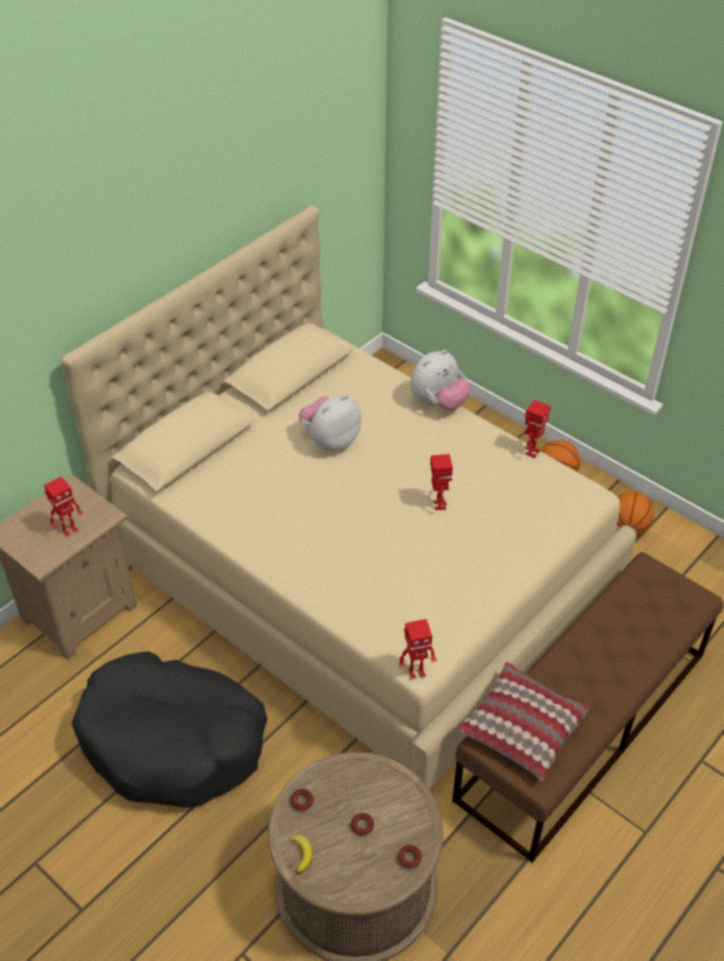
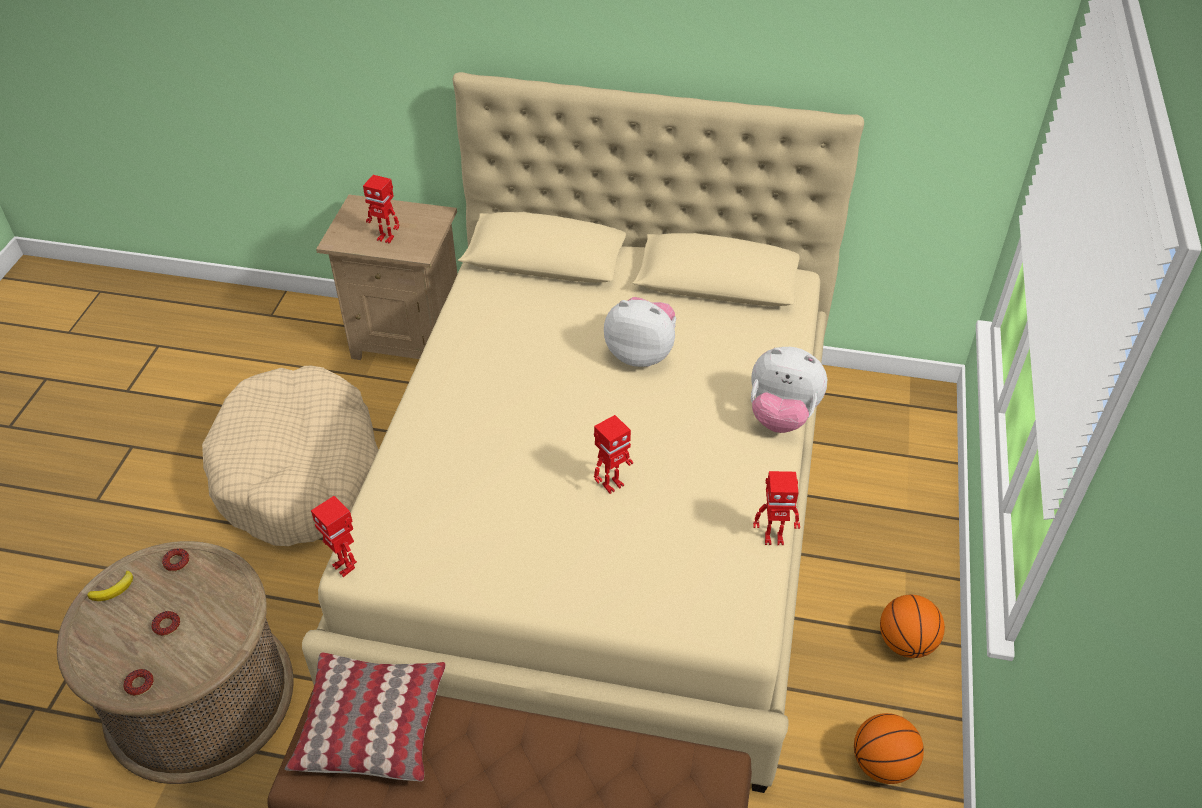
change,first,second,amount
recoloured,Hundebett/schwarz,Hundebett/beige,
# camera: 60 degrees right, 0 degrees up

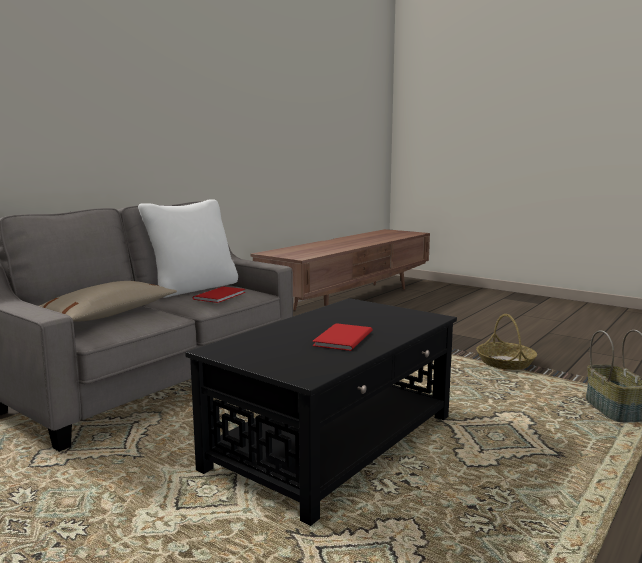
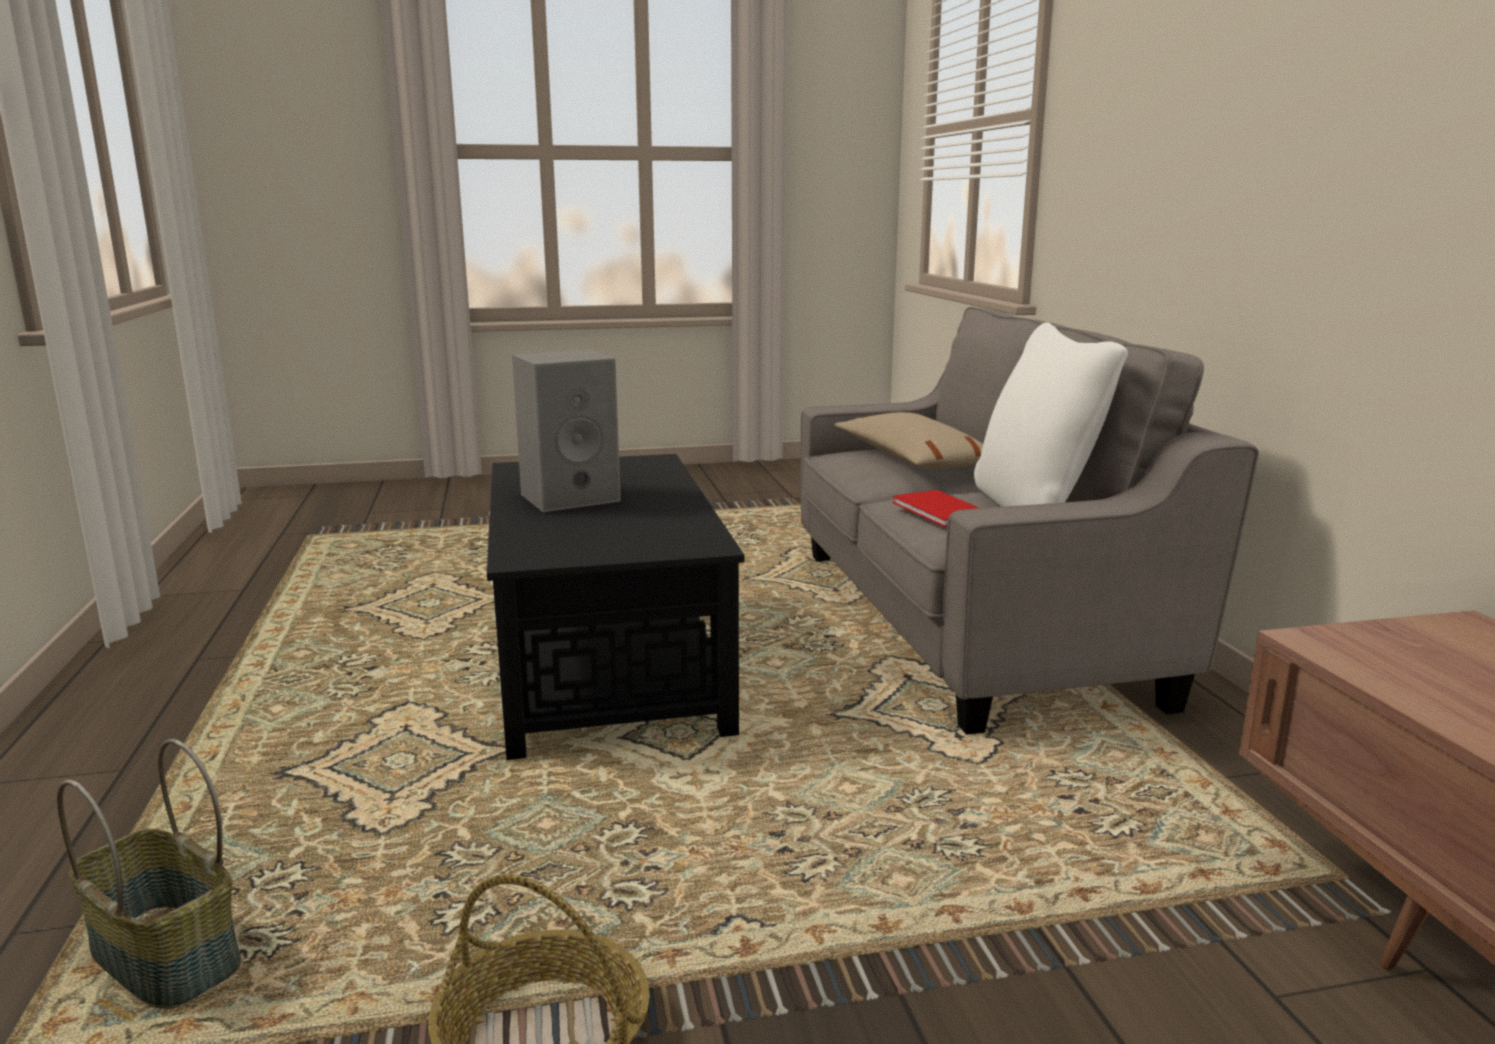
change,first,second,amount
replaced,Buch/rot (2nd from left),Lautsprecher/grau,
# camera: 130 degrees right, 5 degrees up

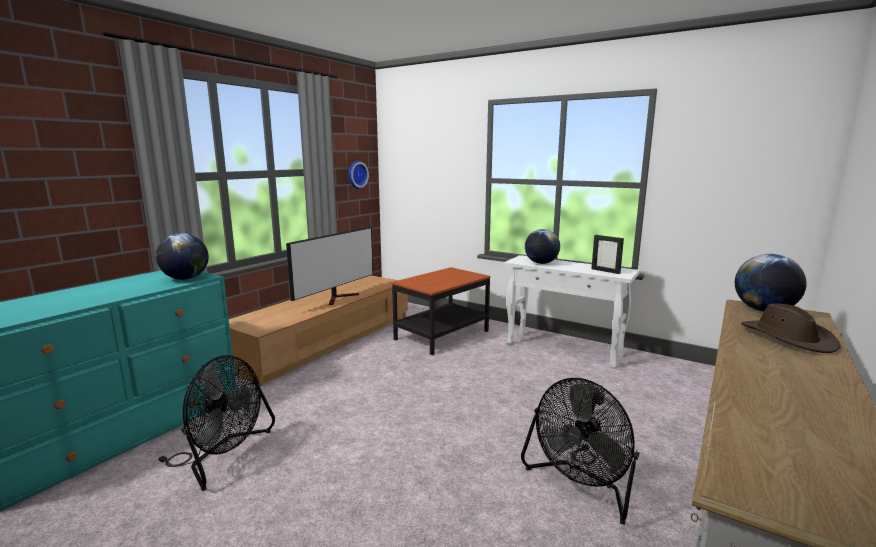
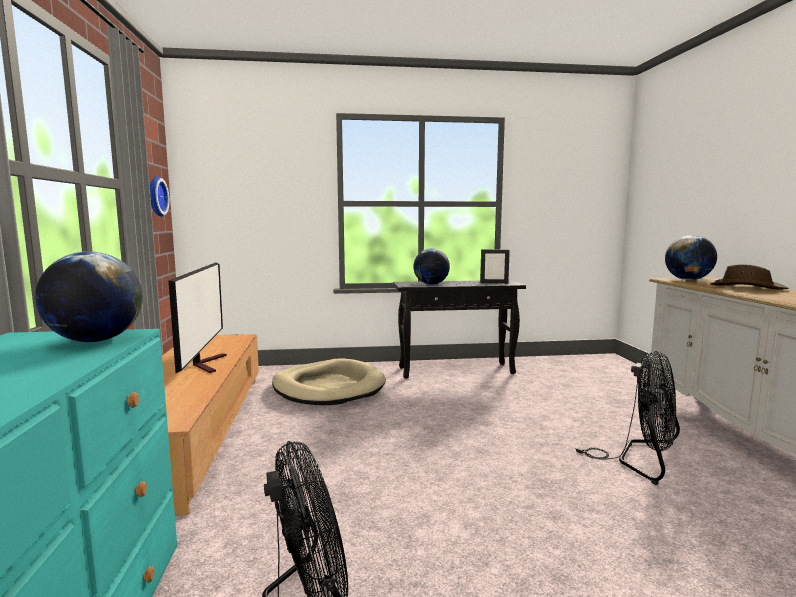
change,first,second,amount
replaced,Beistelltisch,Hundebett/beige,
recoloured,Konsolentisch/weiß,Konsolentisch/schwarz,
turned,Ventilator/schwarz (2nd from left),,60 degrees counterclockwise
# camera: 40 degrees left, 5 degrees down

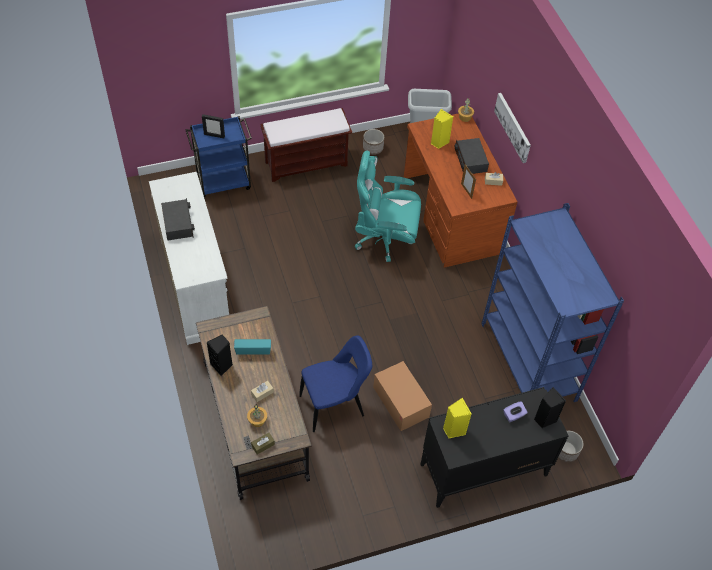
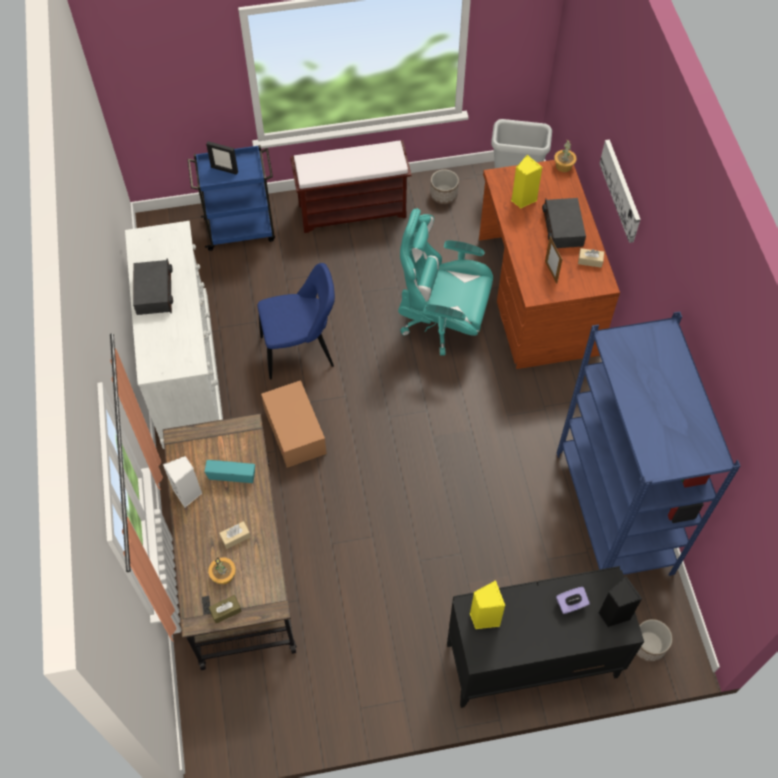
change,first,second,amount
moved,Stuhl/blau,,
moved,Karton,,
recoloured,Lautsprecher/schwarz (1st from left),Lautsprecher/weiß,
# camera: 10 degrees right, 5 degrees up

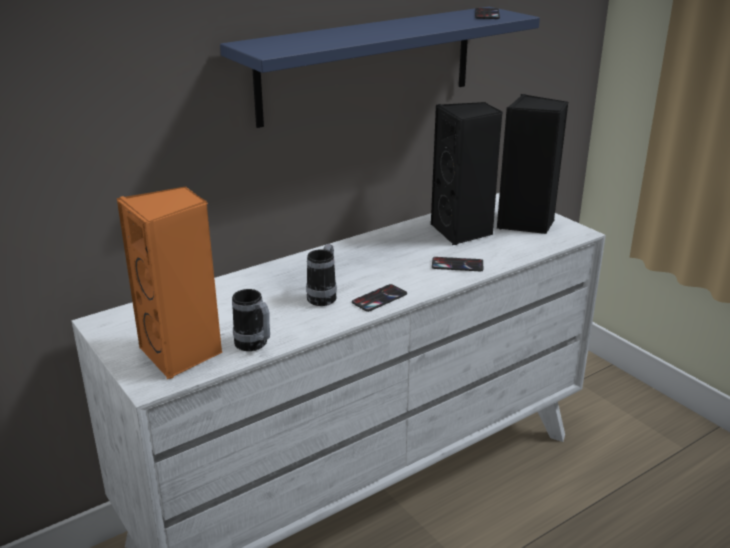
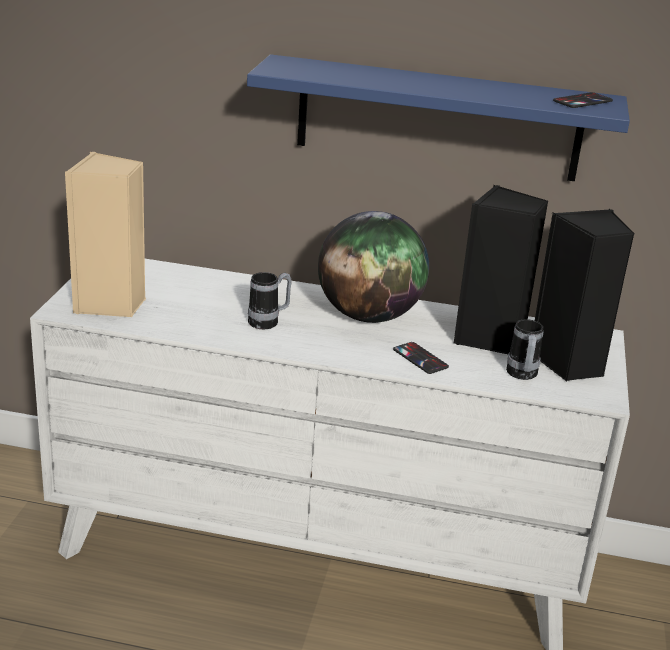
change,first,second,amount
removed,Handy (1st from left),,
added,,Globus,
moved,Henkelbecher (1st from left in the first image),Henkelbecher (2nd from left),
recoloured,Lautsprecher/orange,Lautsprecher/beige,
# camera: 45 degrees right, 0 degrees up

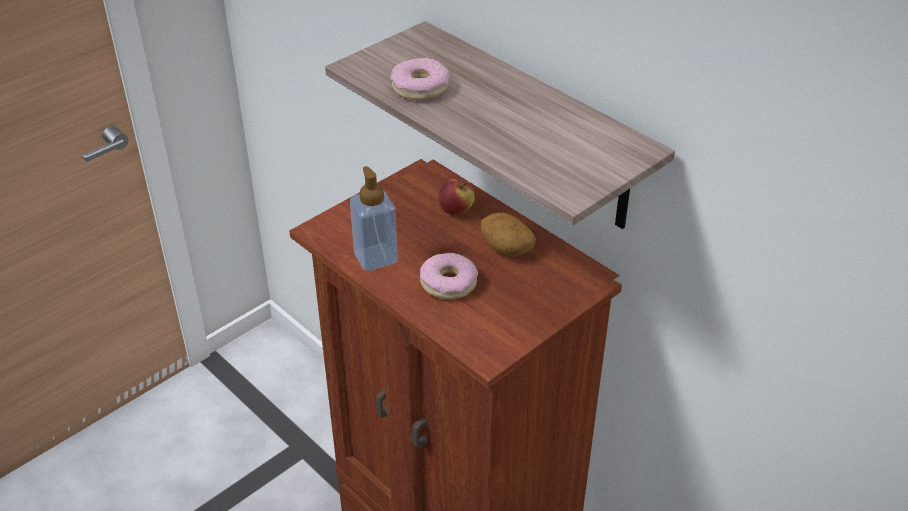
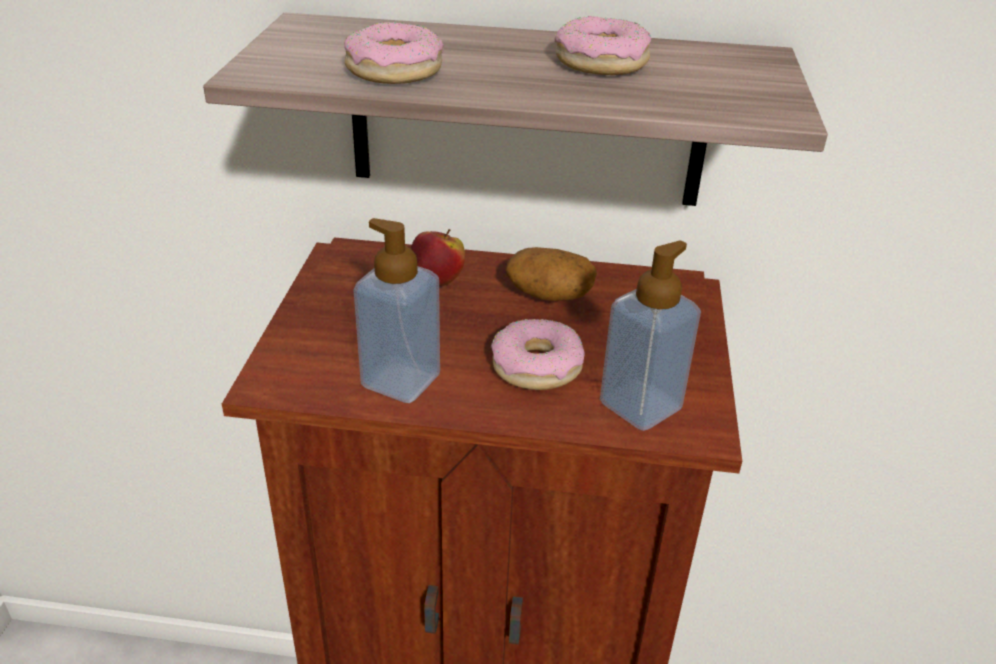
change,first,second,amount
added,,Donut (3rd from left),
added,,Seifenspender (2nd from left),
# camera: 40 degrees left, 5 degrees down

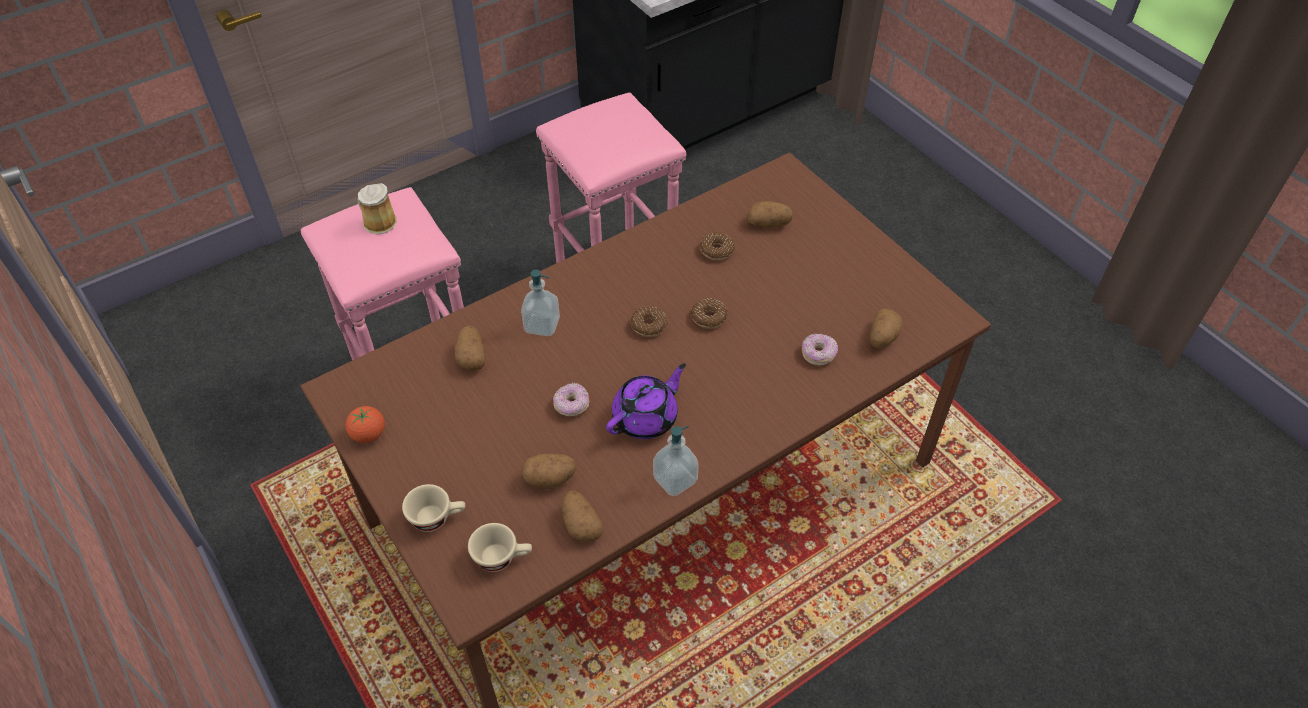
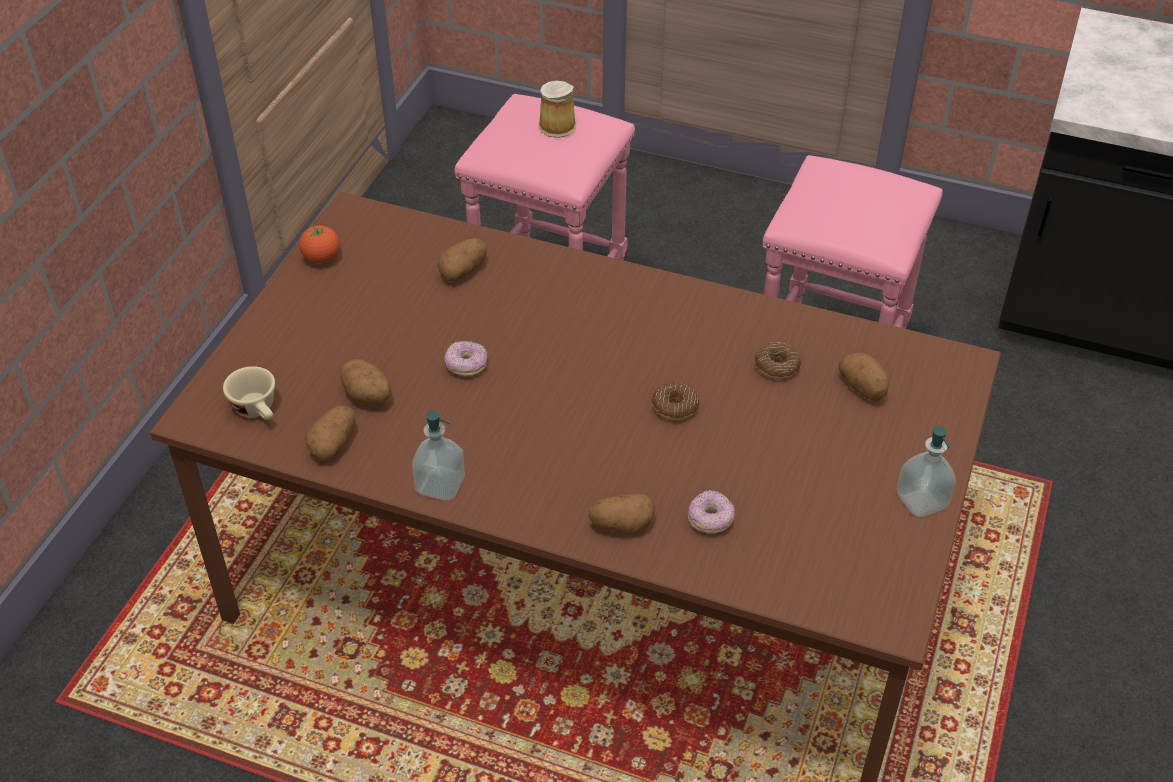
change,first,second,amount
removed,Tasse/beige (1st from left),,
removed,Teekanne/lila,,
removed,Donut (2nd from left),,
moved,Seifenspender (1st from left in the first image),Seifenspender (2nd from left),
moved,Kartoffel (5th from left in the first image),Kartoffel (4th from left),
# camera: 55 degrees right, 5 degrees down

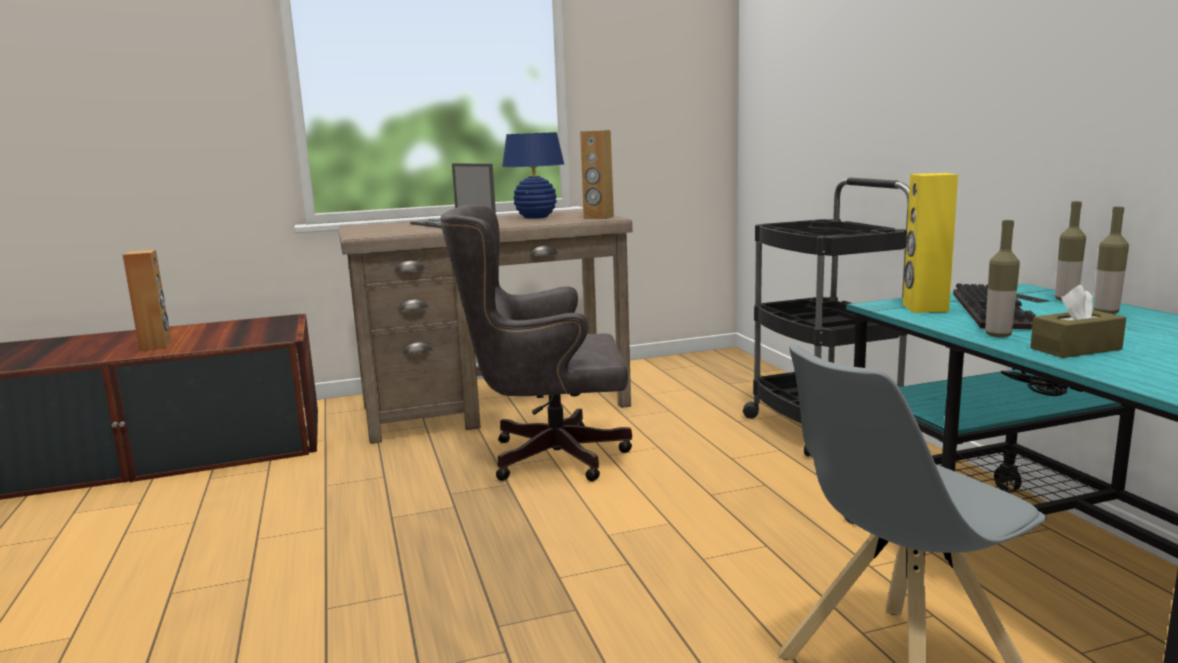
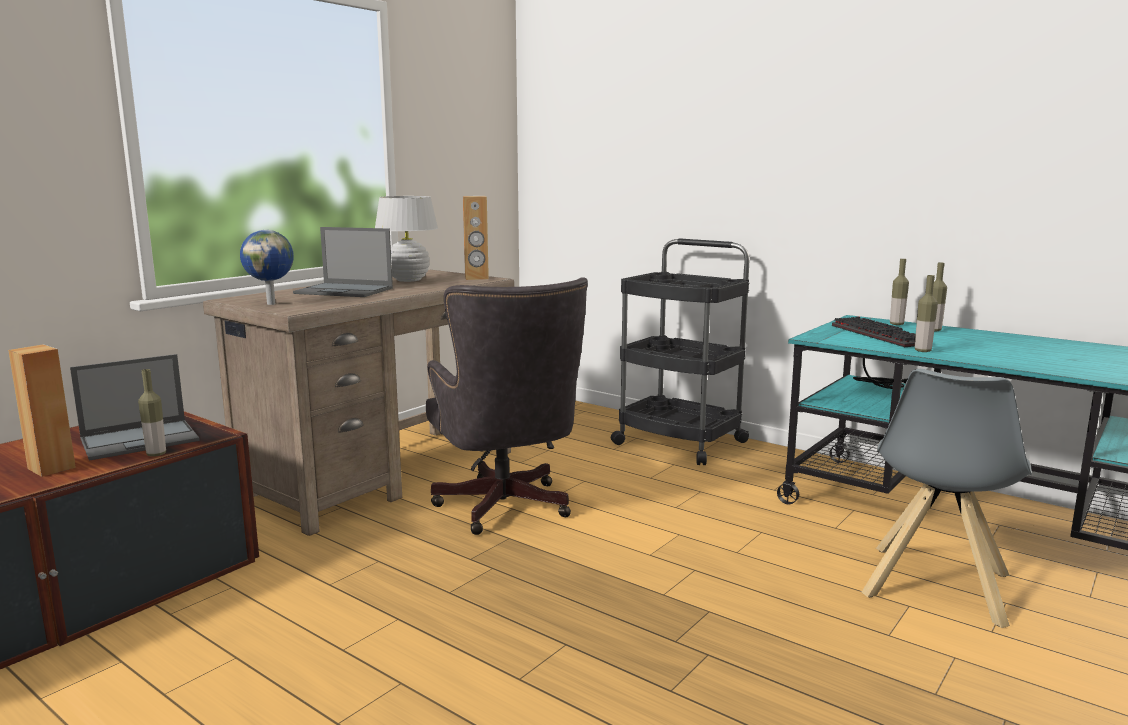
change,first,second,amount
removed,Lautsprecher/gelb,,
removed,Taschentuchbox/braun,,
added,,Laptop (1st from left),
added,,Flasche (1st from left),
added,,Globus,
recoloured,Tischlampe/blau,Tischlampe/weiß,
turned,Bürostuhl/grau,,75 degrees counterclockwise
# camera: 35 degrees left, 0 degrees up

